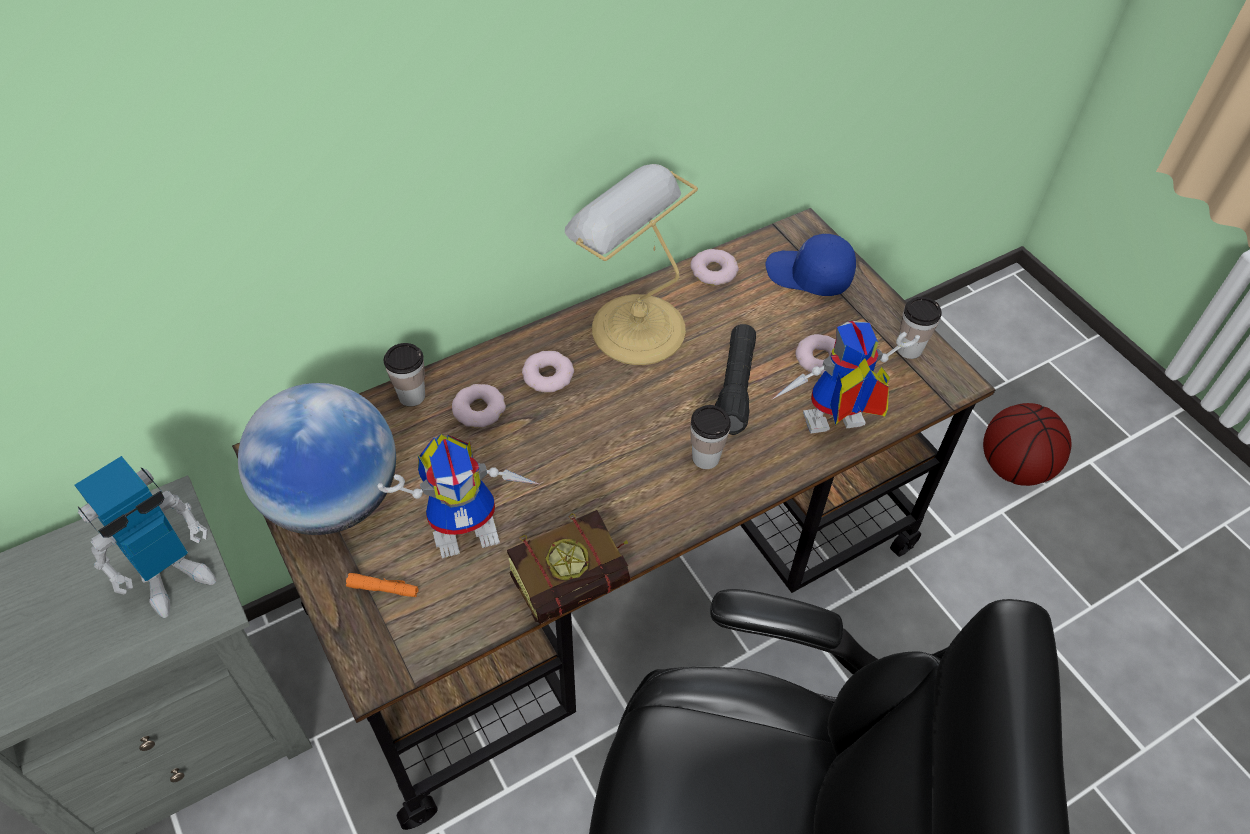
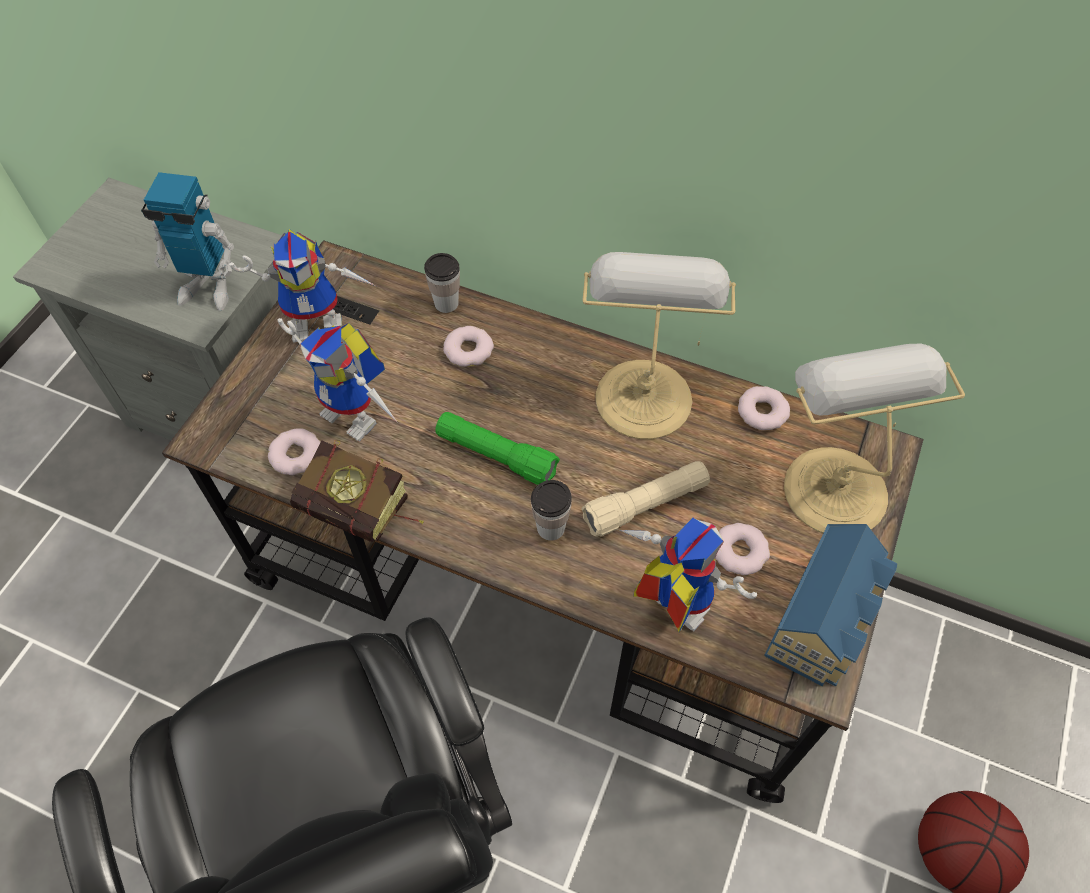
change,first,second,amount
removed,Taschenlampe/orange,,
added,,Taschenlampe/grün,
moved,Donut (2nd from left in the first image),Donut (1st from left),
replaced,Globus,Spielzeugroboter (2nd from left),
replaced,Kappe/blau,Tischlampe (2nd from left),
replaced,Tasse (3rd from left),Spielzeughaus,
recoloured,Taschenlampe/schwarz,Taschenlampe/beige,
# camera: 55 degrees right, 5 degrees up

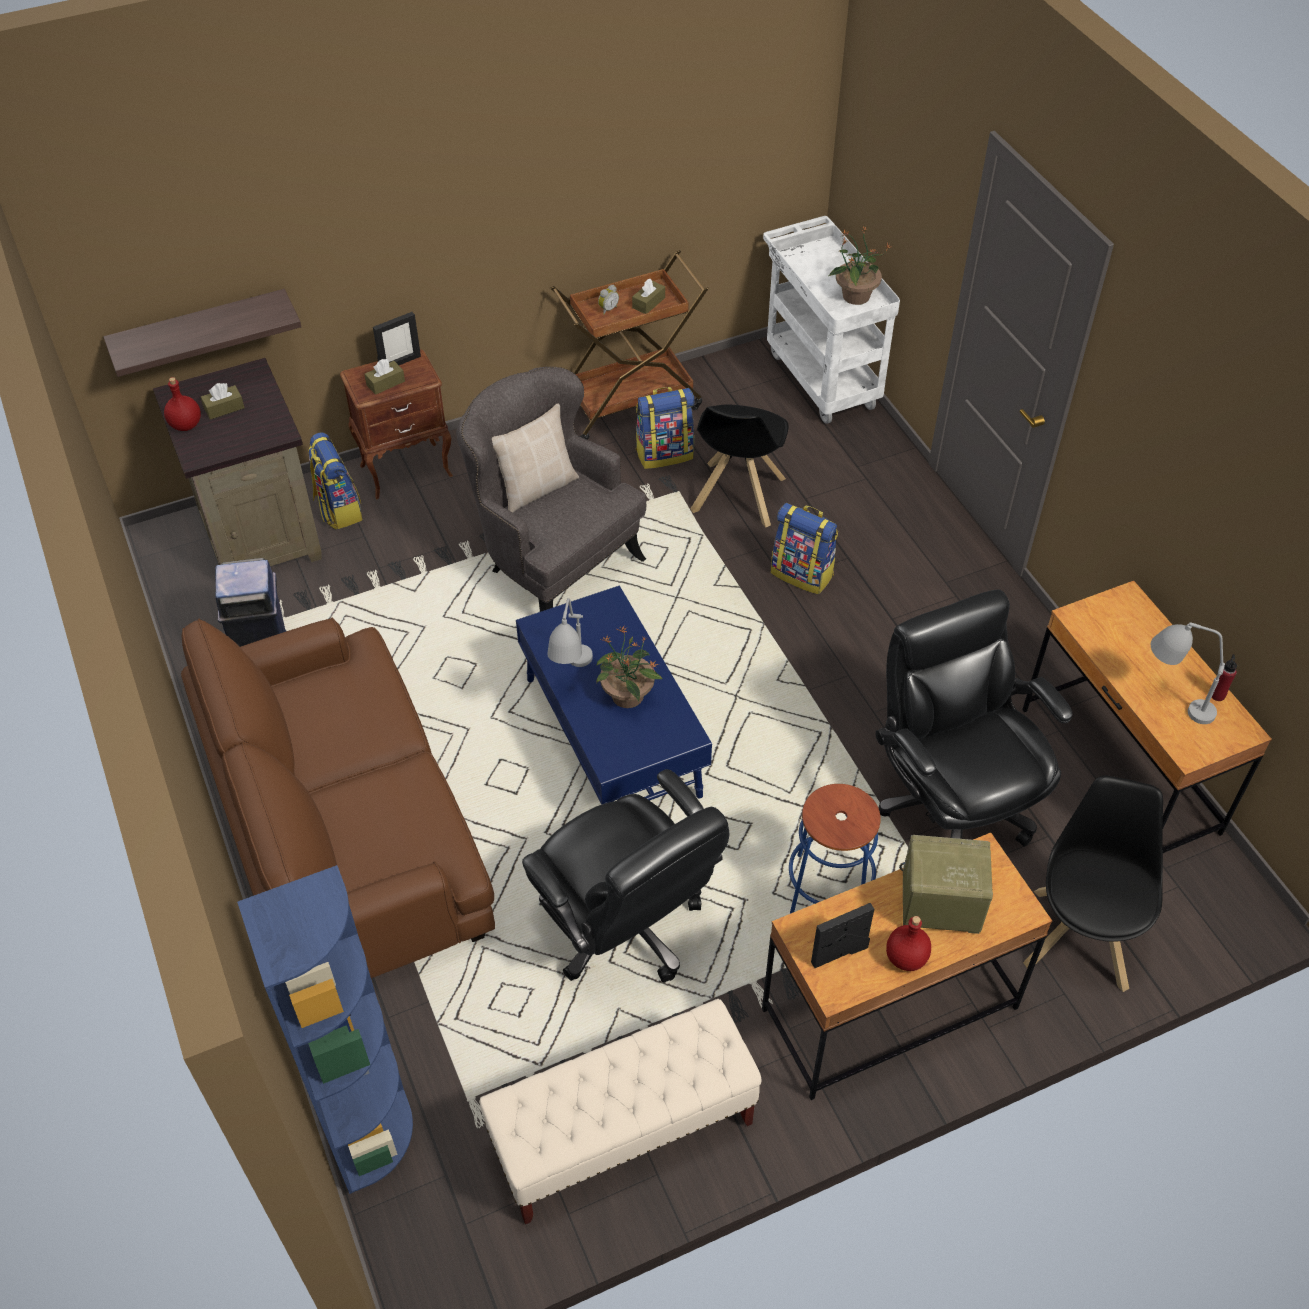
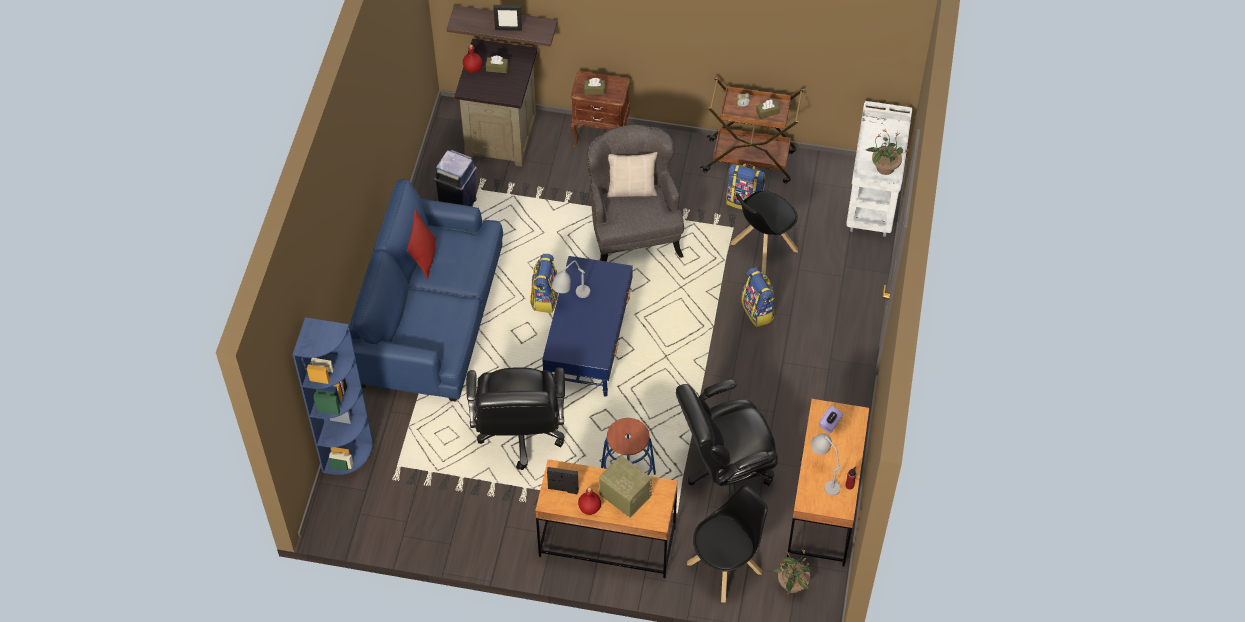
change,first,second,amount
removed,Bank/beige,,
added,,Kissen/rot,
added,,Taschentuchbox/lila,
moved,Rucksack (1st from left),,
moved,Bilderrahmen (1st from left),,
moved,Topfpflanze (1st from left),,
recoloured,Sofa/braun,Sofa/blau,
turned,Bürostuhl/schwarz (2nd from left),,120 degrees counterclockwise
# camera: 35 degrees right, 5 degrees up

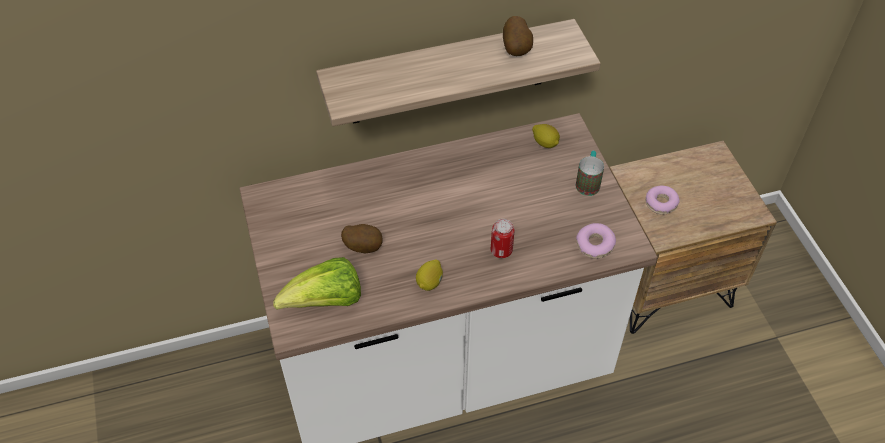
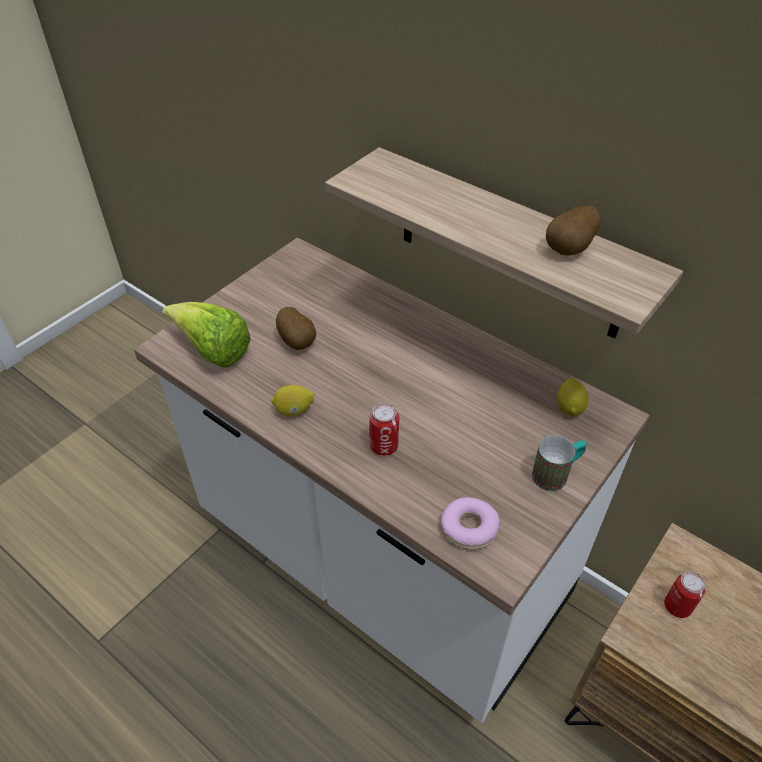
change,first,second,amount
replaced,Donut (2nd from left),Dose (2nd from left),
# camera: 55 degrees right, 5 degrees down

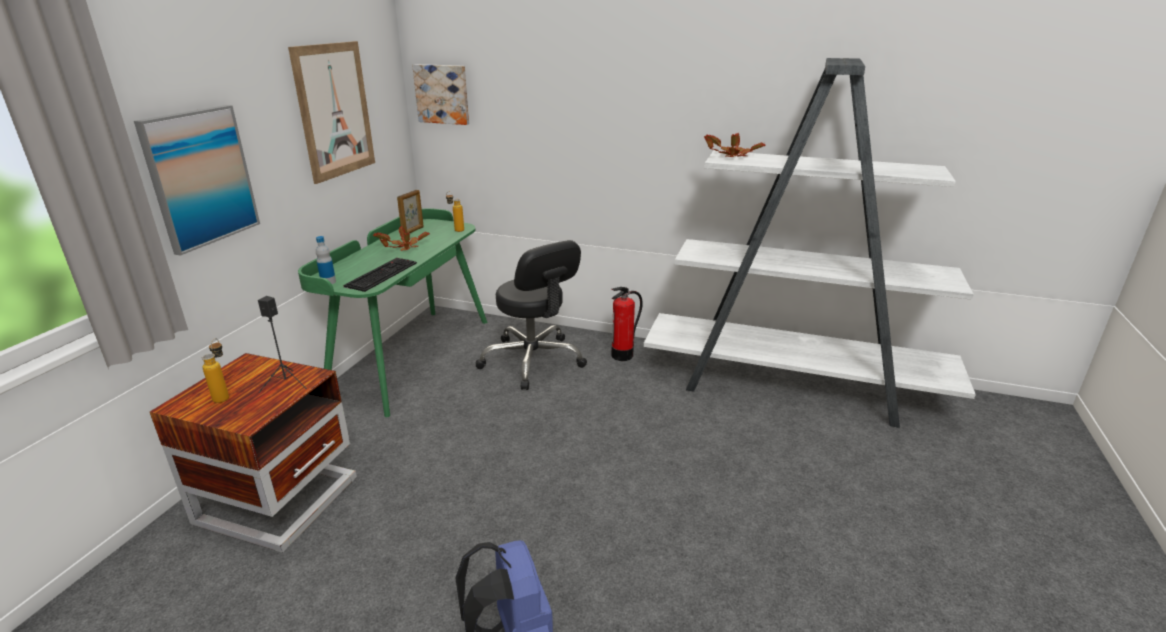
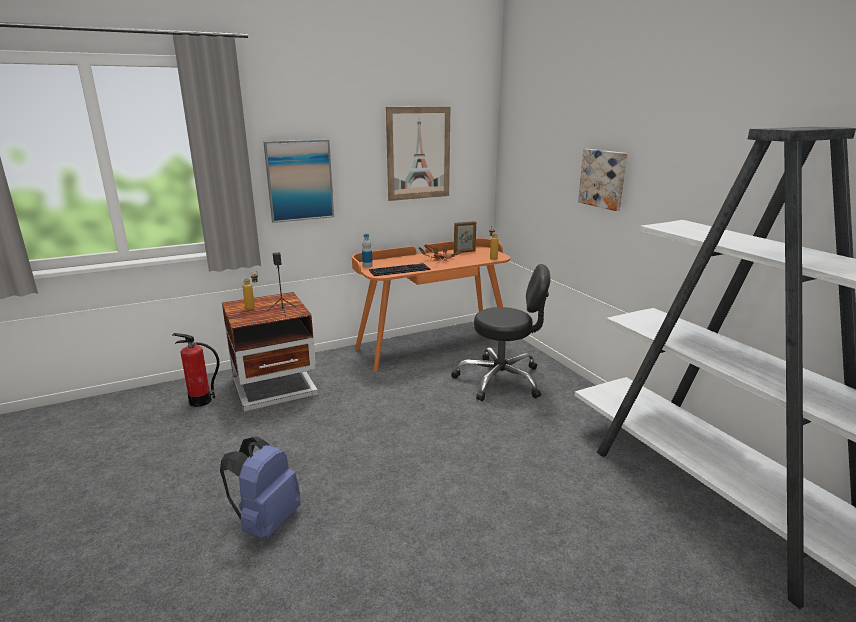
change,first,second,amount
removed,Topfpflanze (2nd from left),,
moved,Bild (3rd from left),,
moved,Feuerlöscher,,
recoloured,Schreibtisch/grün,Schreibtisch/orange,
turned,Bürostuhl/schwarz,,90 degrees counterclockwise
# camera: 45 degrees right, 5 degrees down

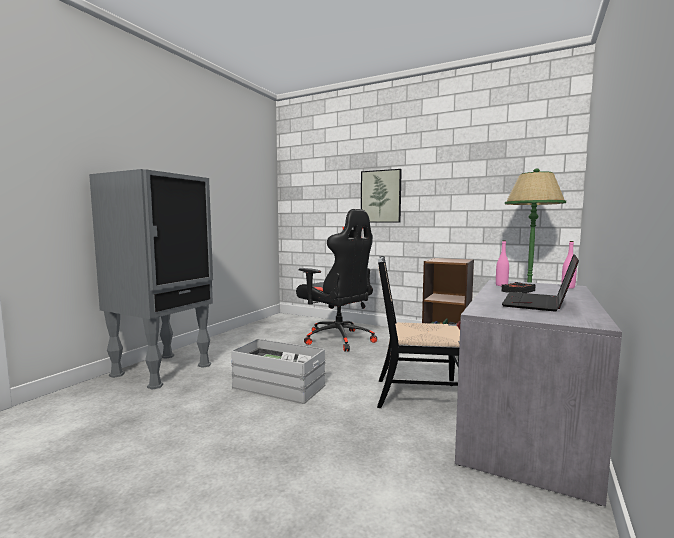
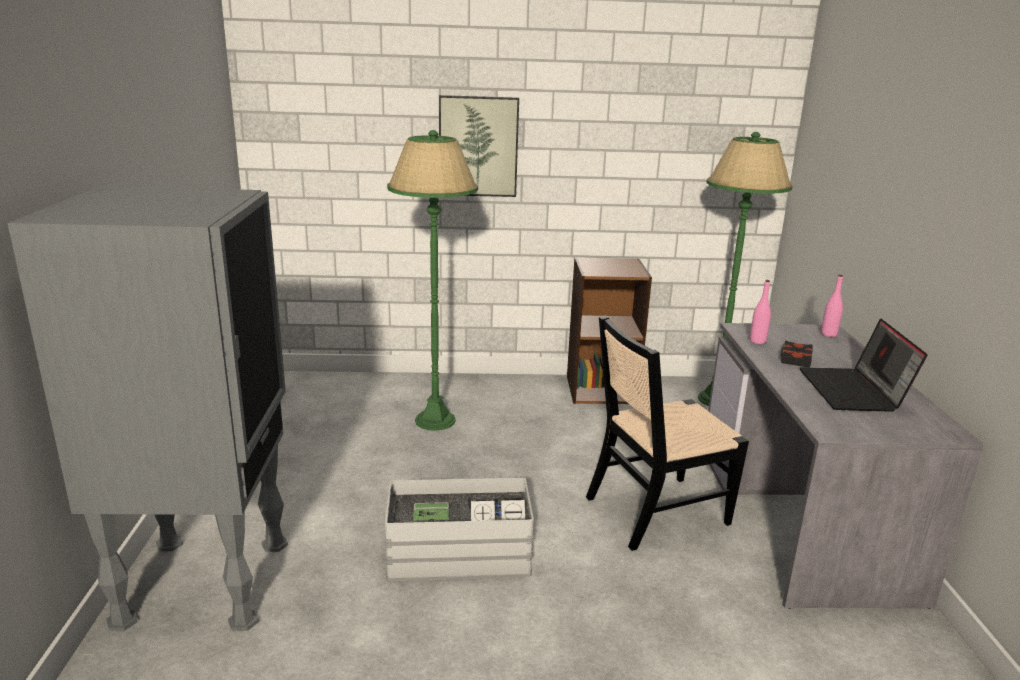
change,first,second,amount
replaced,Bürostuhl/schwarz,Stehlampe/grün (1st from left),
# camera: 30 degrees left, 15 degrees up

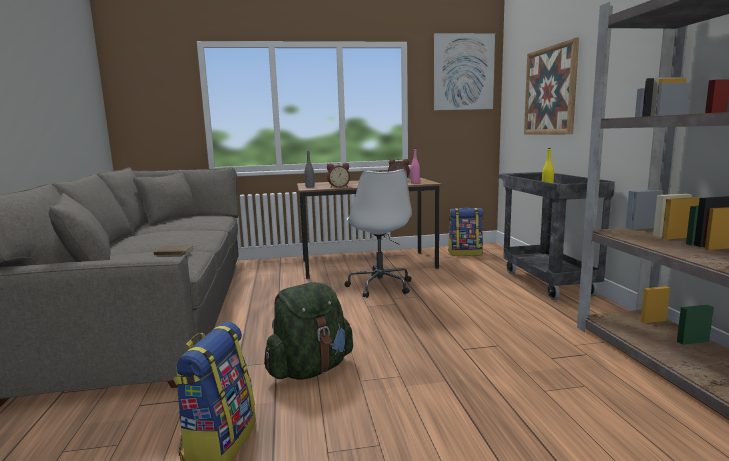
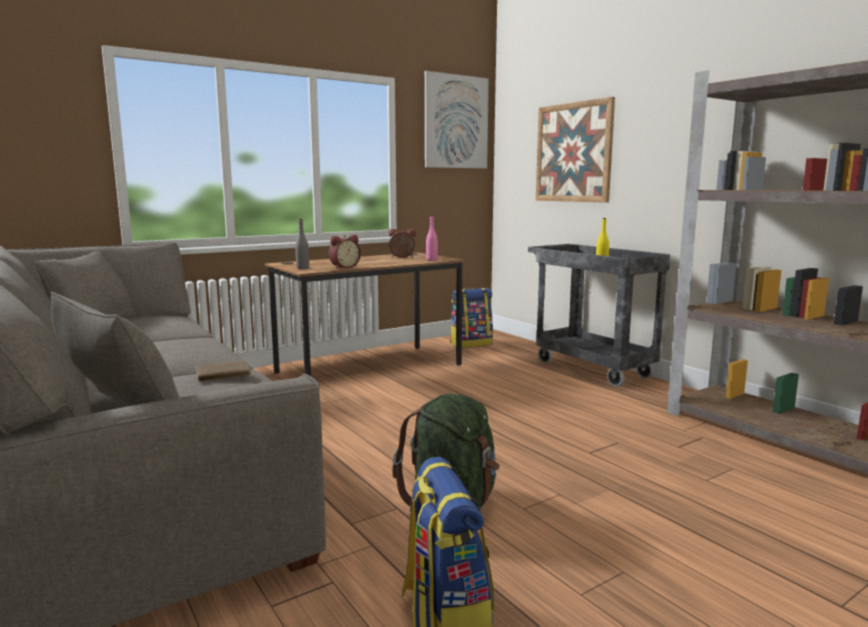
change,first,second,amount
removed,Bürostuhl/weiß,,
# camera: 25 degrees left, 0 degrees up

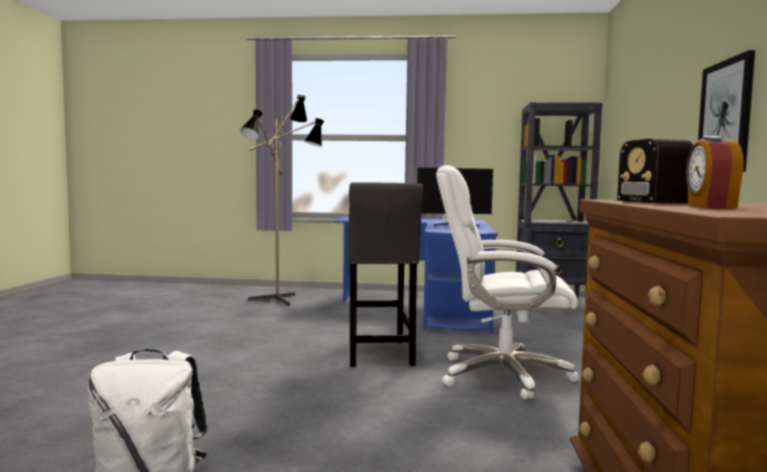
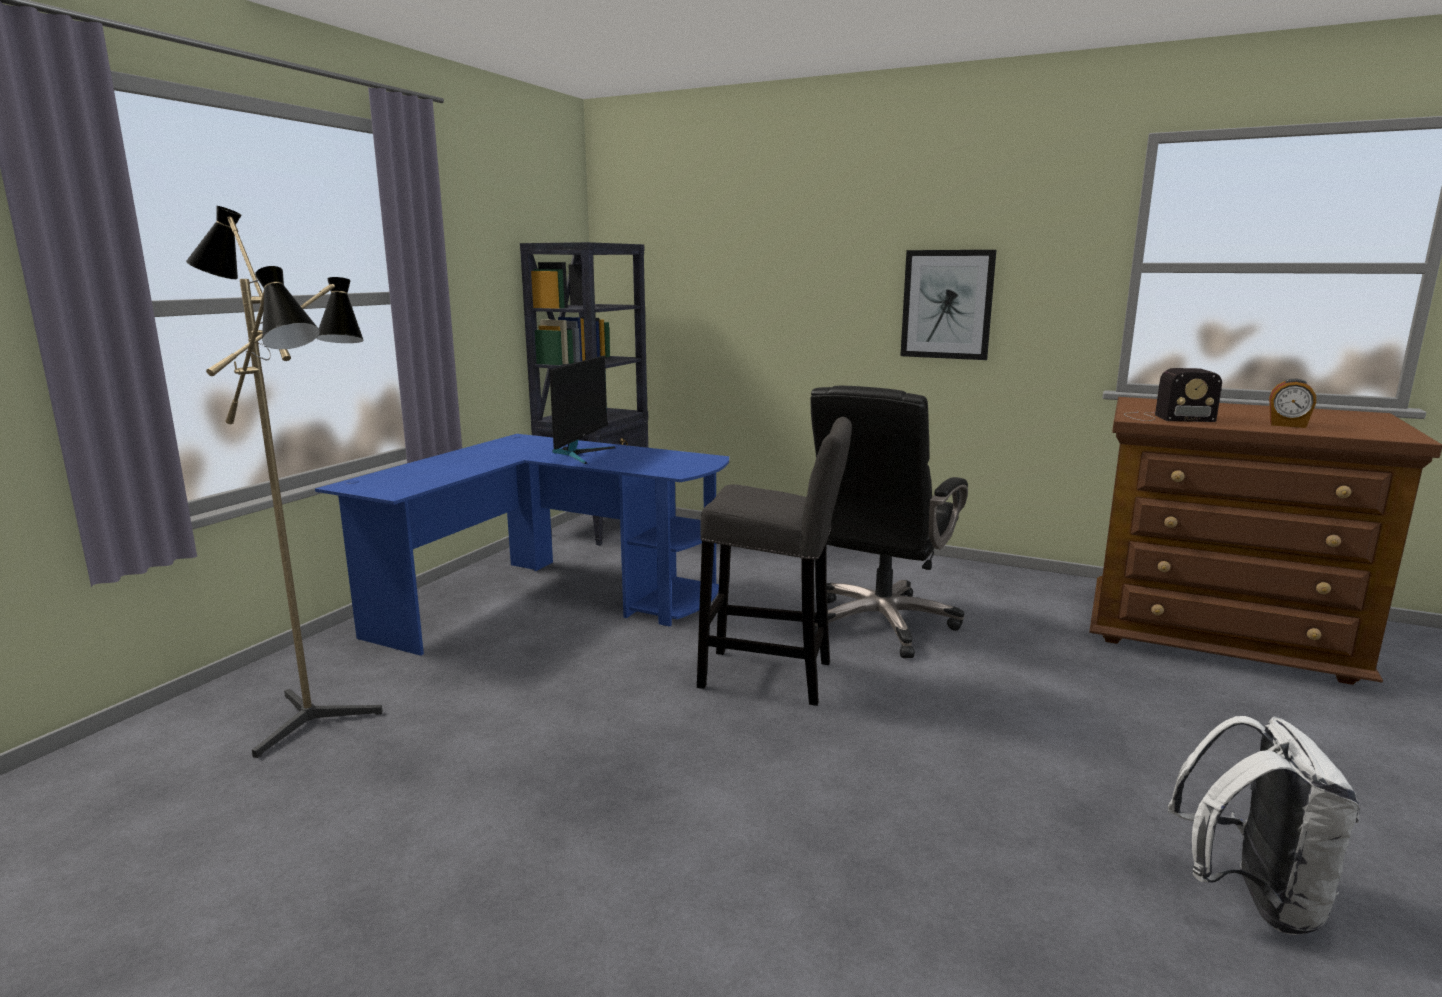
change,first,second,amount
recoloured,Bürostuhl/weiß,Bürostuhl/schwarz,
# camera: 70 degrees left, 10 degrees up

